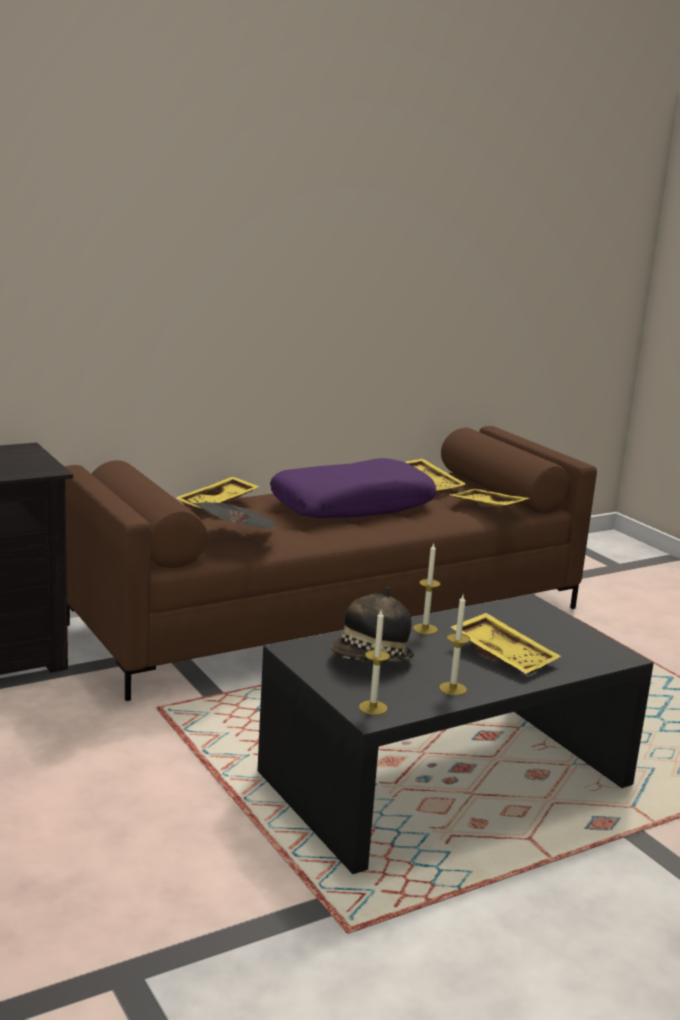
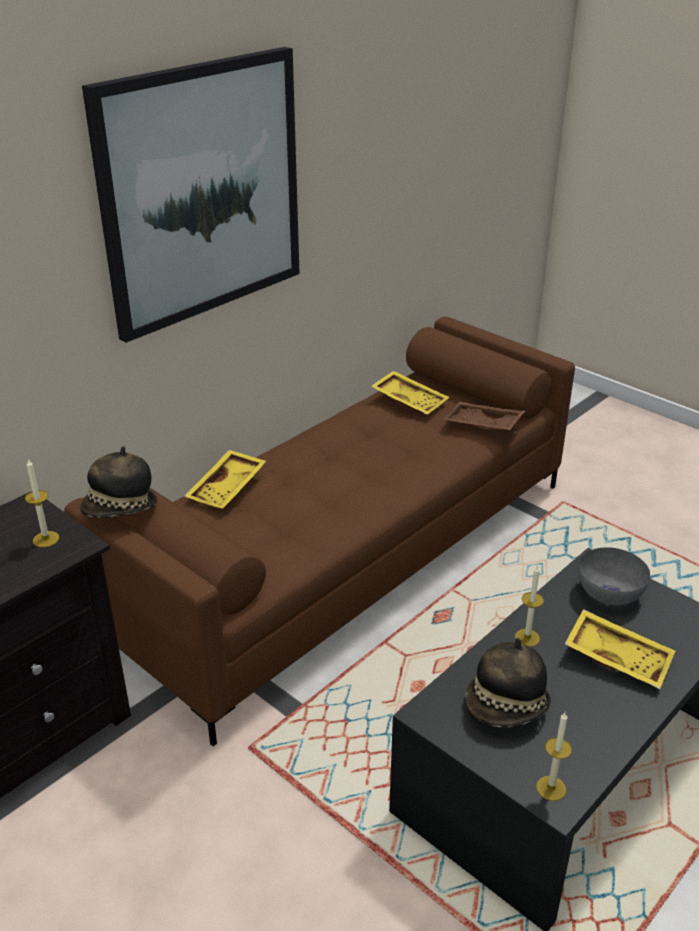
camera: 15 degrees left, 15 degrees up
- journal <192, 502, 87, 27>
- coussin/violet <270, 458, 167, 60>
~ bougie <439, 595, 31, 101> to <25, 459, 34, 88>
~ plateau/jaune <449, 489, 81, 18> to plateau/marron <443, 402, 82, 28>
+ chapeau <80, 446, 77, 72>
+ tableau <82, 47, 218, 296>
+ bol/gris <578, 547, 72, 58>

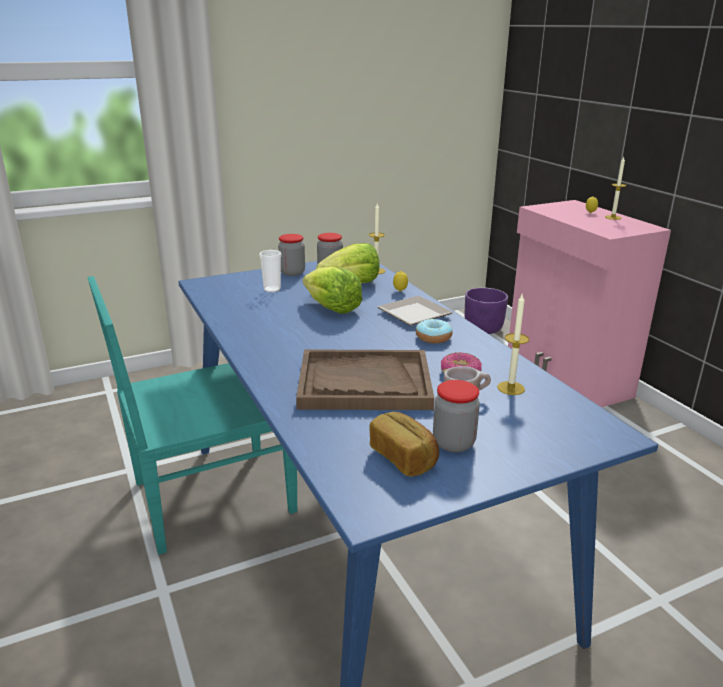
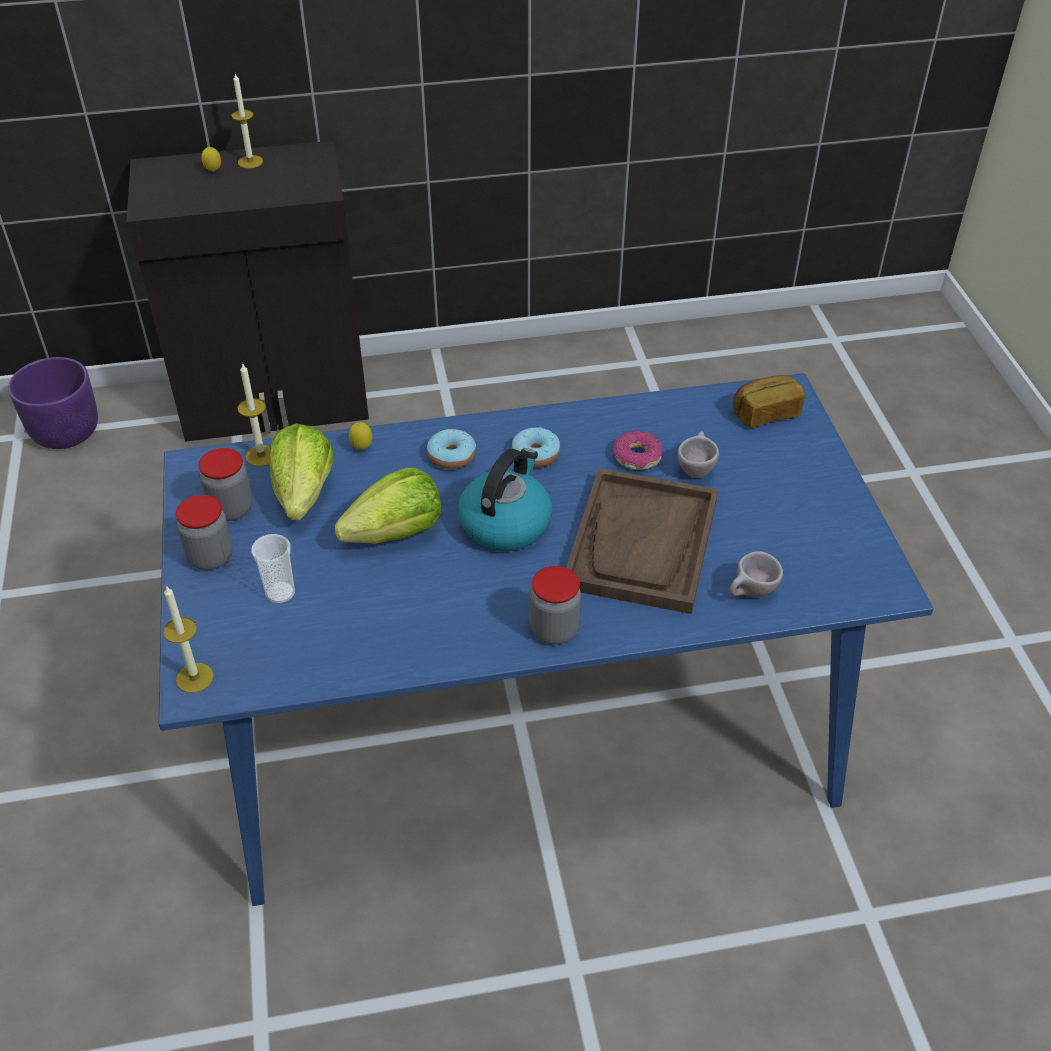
camera: 75 degrees left, 20 degrees up
- chaise/turquoise <88, 276, 209, 279>
~ pain <369, 412, 70, 64> to <733, 375, 72, 53>
~ assiette <377, 296, 76, 29> to beignet <427, 429, 49, 40>
~ bocal <433, 380, 47, 72> to <530, 566, 51, 78>
~ bougie <497, 294, 32, 101> to <163, 585, 51, 108>
~ meuble de rangement/rose <508, 200, 163, 207> to meuble de rangement/noir <127, 141, 242, 301>
+ bouilloire <458, 448, 94, 103>
+ tasse/beige <730, 551, 53, 47>

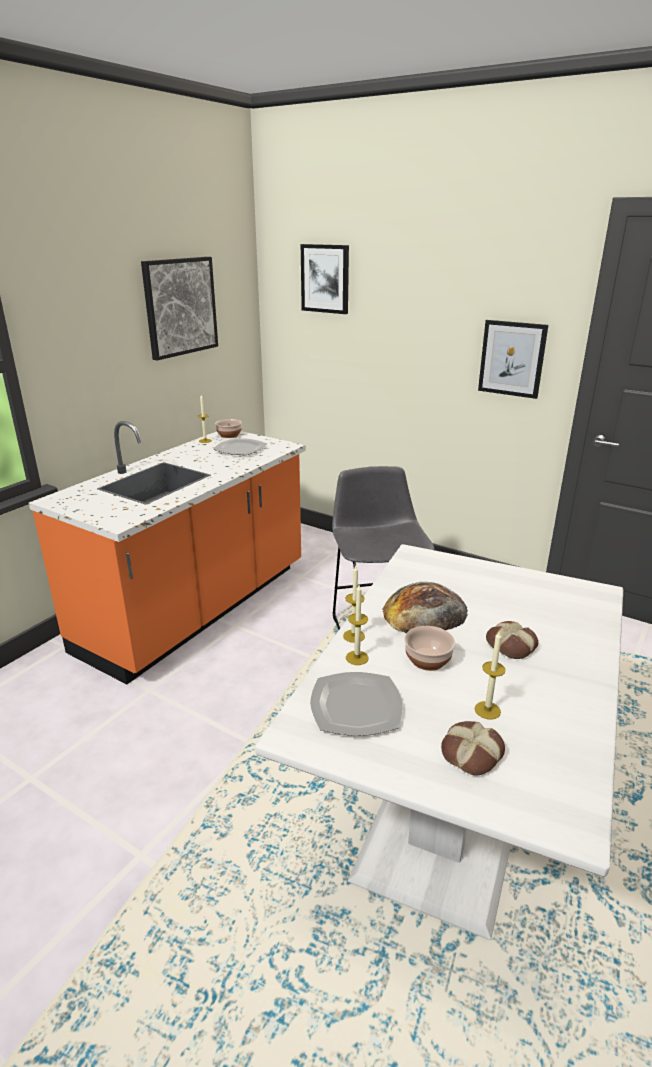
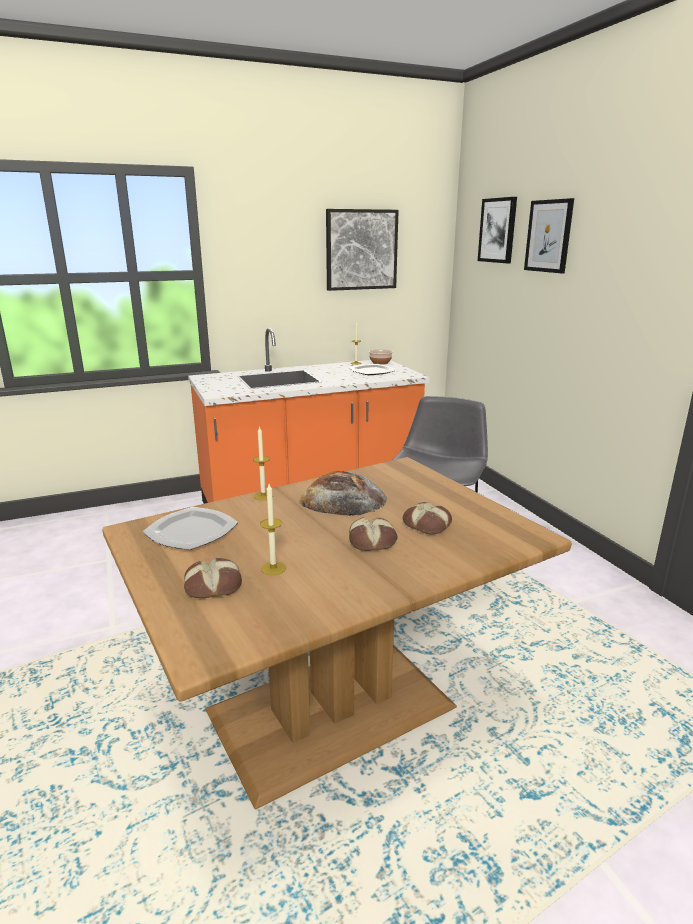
camera: 35 degrees right, 5 degrees down
~ table à manger/blanc <255, 544, 368, 396> to table à manger/marron <102, 457, 470, 353>
- bougie <346, 585, 23, 80>
- bol <404, 626, 51, 45>
~ tableau <478, 320, 70, 79> to <524, 198, 50, 75>
+ pain <403, 502, 49, 32>

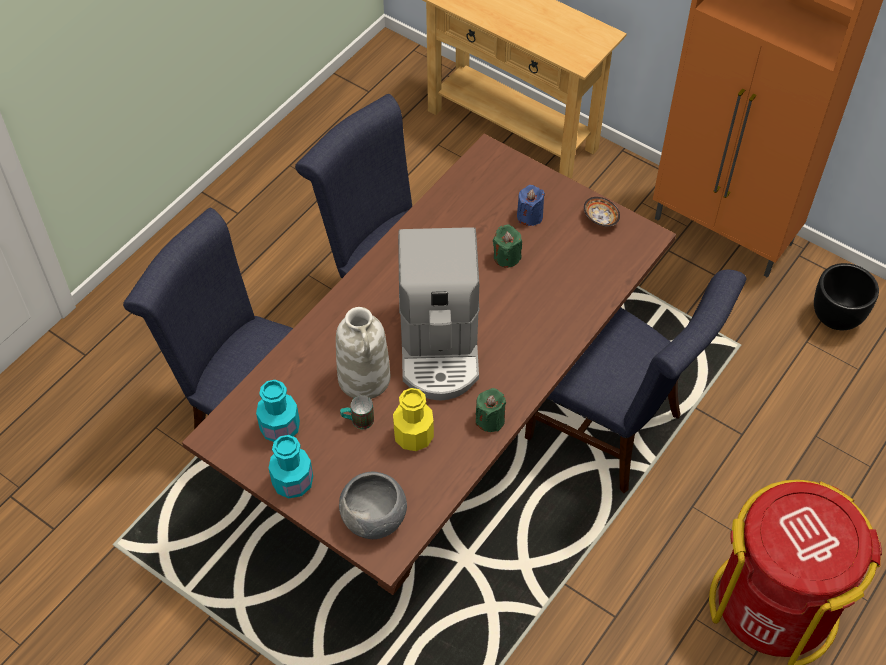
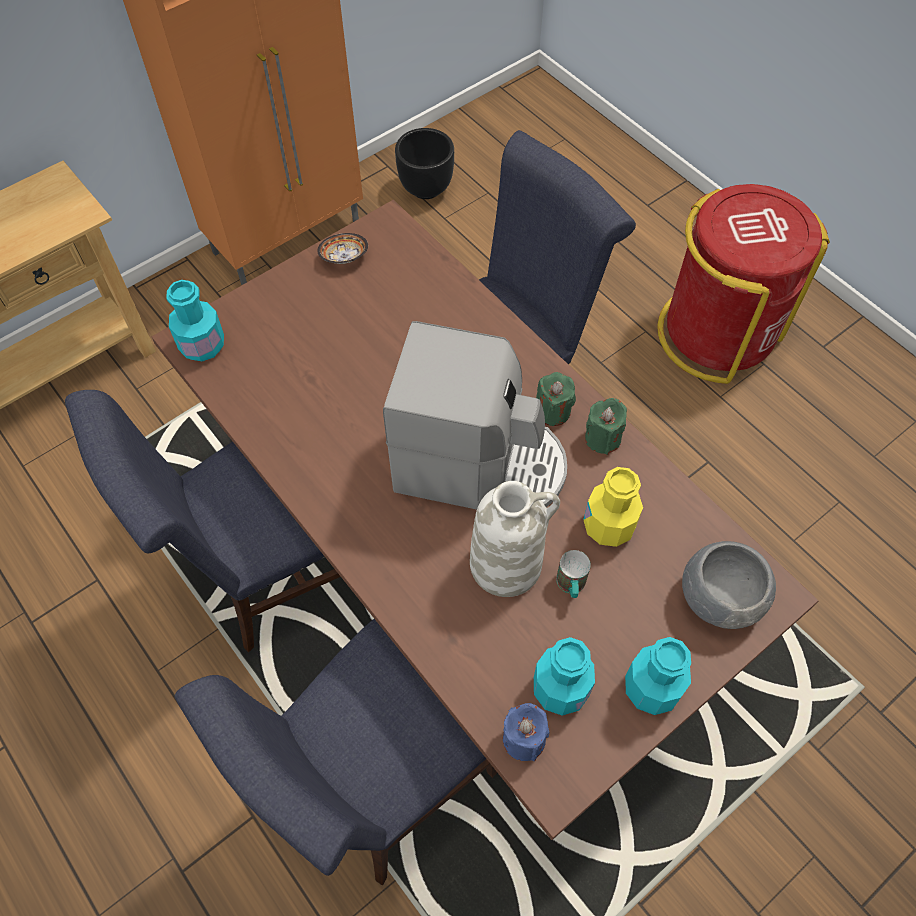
camera: 75 degrees left, 5 degrees up
~ bougie/vert <493, 224, 29, 44> to <536, 372, 40, 54>
~ bougie/bleu <517, 185, 28, 41> to <503, 703, 47, 58>
+ bouteille/turquoise <166, 280, 58, 81>

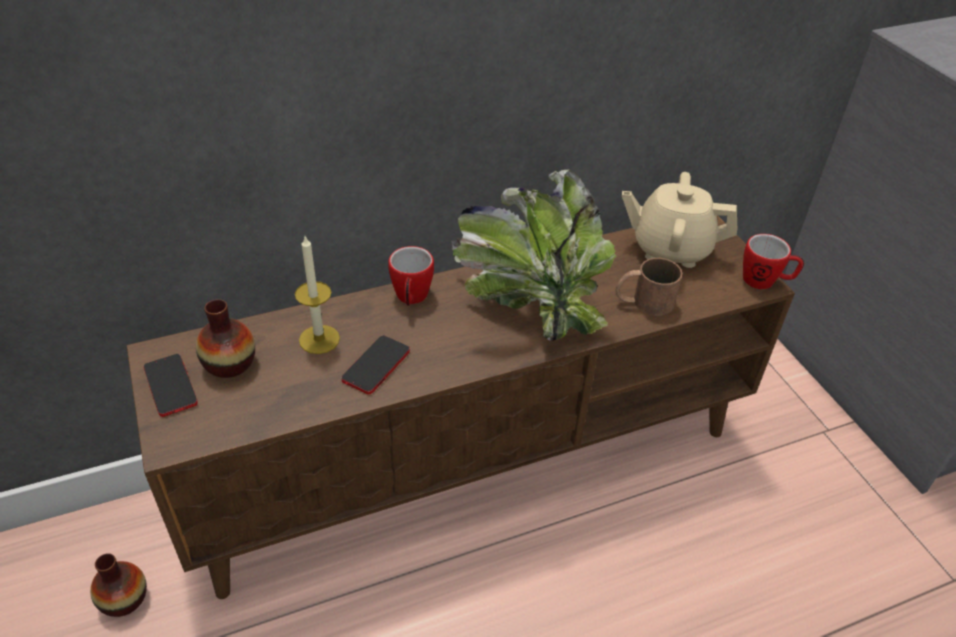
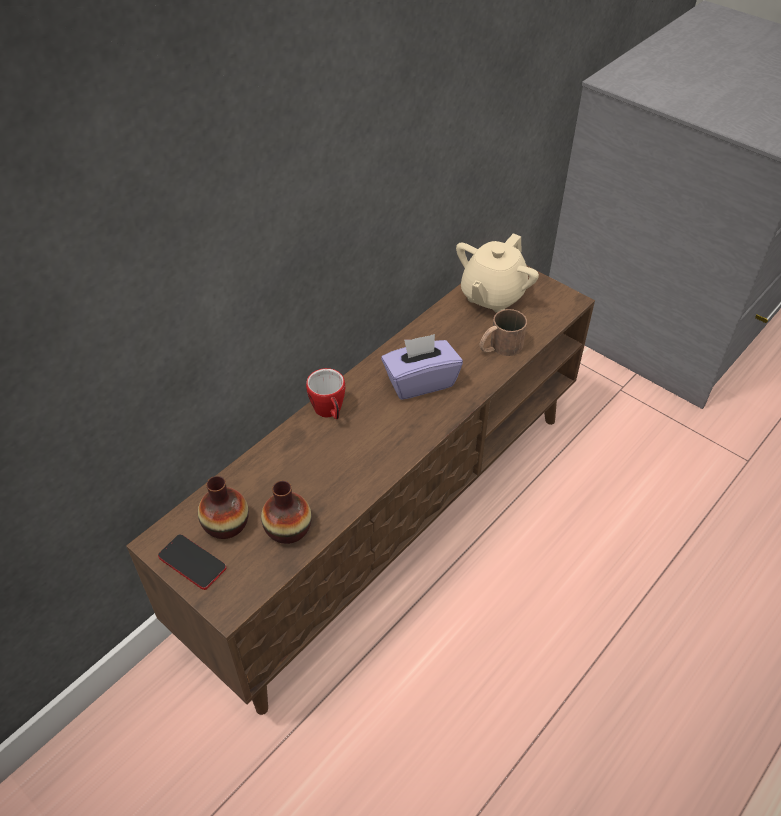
camera: 25 degrees left, 5 degrees up
~ vase <90, 553, 57, 64> to <261, 481, 51, 63>
- bougie <295, 236, 45, 118>
- téléphone <341, 335, 69, 60>
~ plante en pot <451, 170, 165, 171> to boîte à mouchoirs/violet <381, 334, 82, 66>
~ théière/beige <622, 172, 115, 96> = <456, 233, 83, 80> 45 degrees counterclockwise
- mug <743, 234, 61, 55>

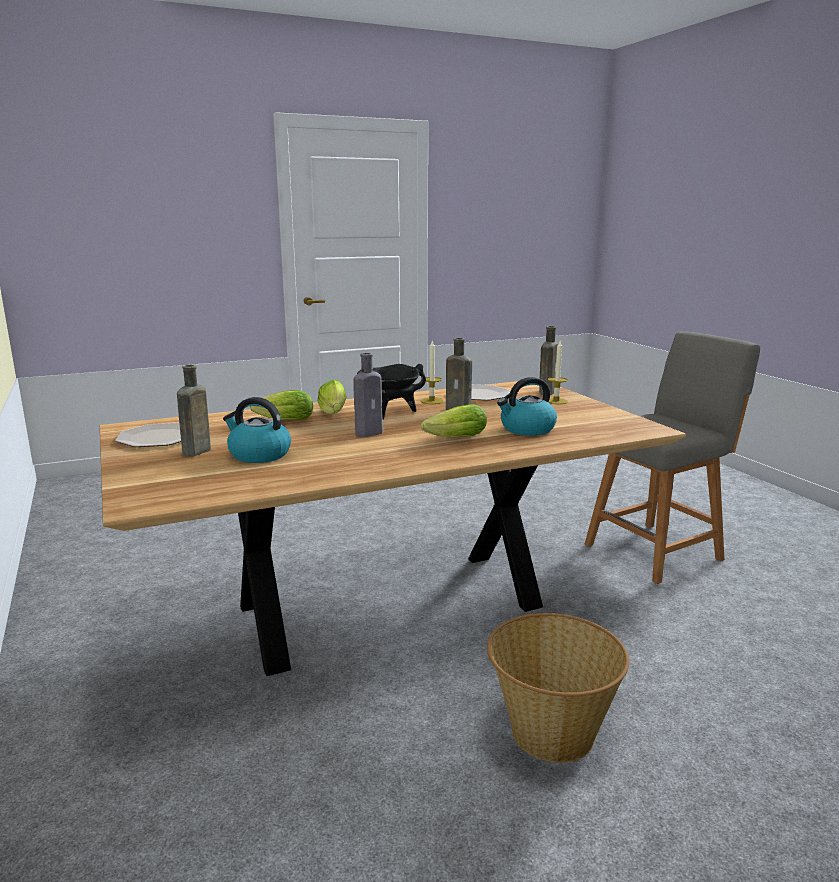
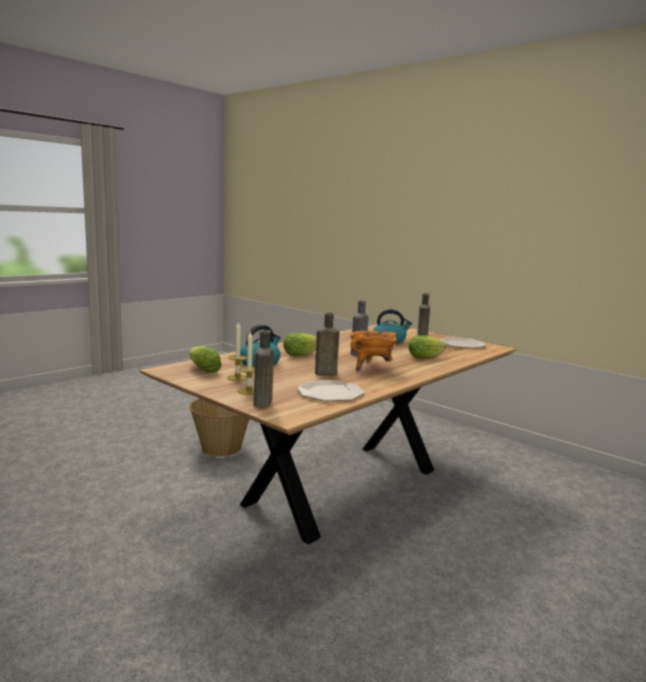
camera: 155 degrees right, 5 degrees down
~ laitue <317, 380, 29, 34> to <189, 346, 33, 27>
~ marmite/noir <357, 364, 69, 56> to marmite/orange <350, 331, 47, 40>
~ bougie <421, 341, 22, 63> to <227, 321, 20, 60>
- chaise/gris <585, 331, 175, 253>

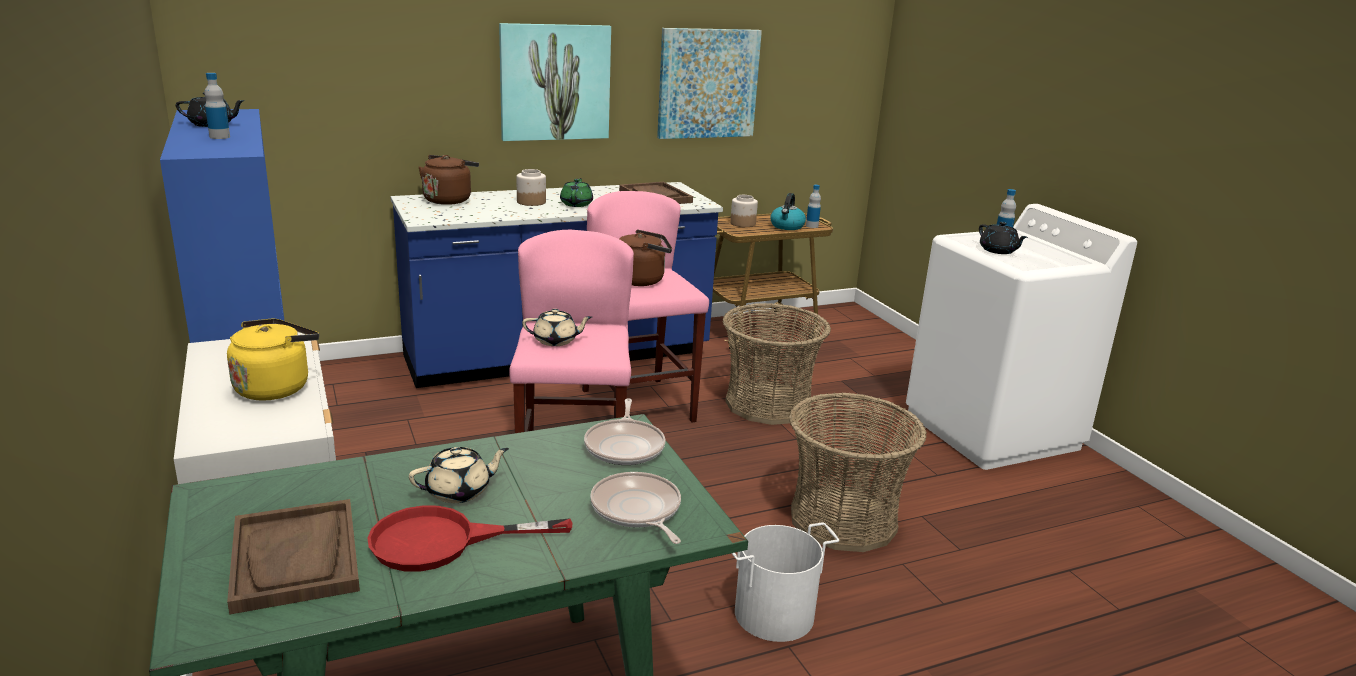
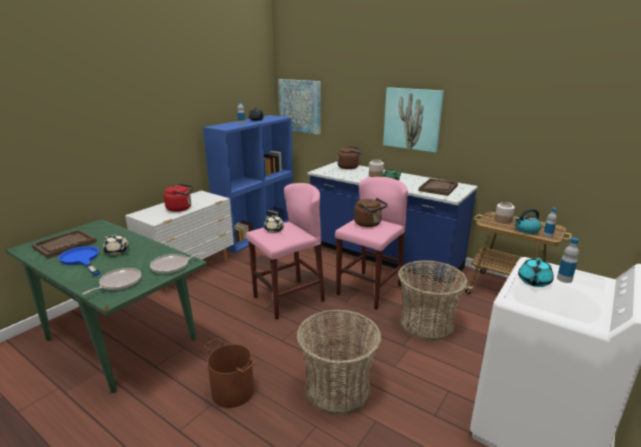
camera: 60 degrees right, 0 degrees up
~ bouilloire/jaune <227, 318, 92, 82> to bouilloire/rouge <164, 183, 29, 29>
~ poêle/rouge <367, 505, 205, 67> to poêle/bleu <58, 246, 42, 30>
~ tableau <657, 28, 105, 111> to <278, 79, 43, 56>
~ seau/blanc <731, 523, 108, 119> to seau/marron <204, 338, 52, 70>
~ théière/noir <979, 222, 49, 32> to théière/turquoise <518, 258, 36, 29>

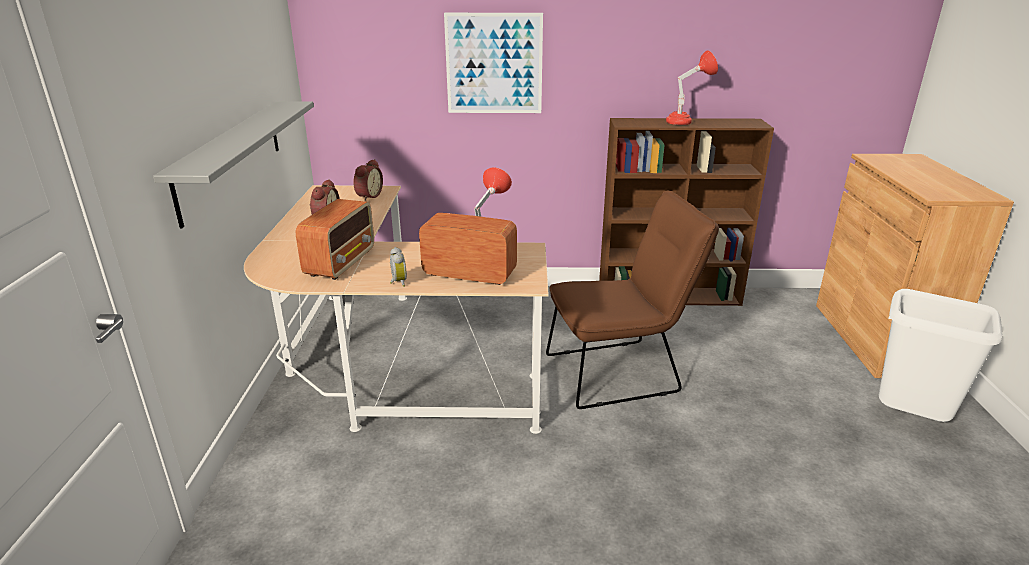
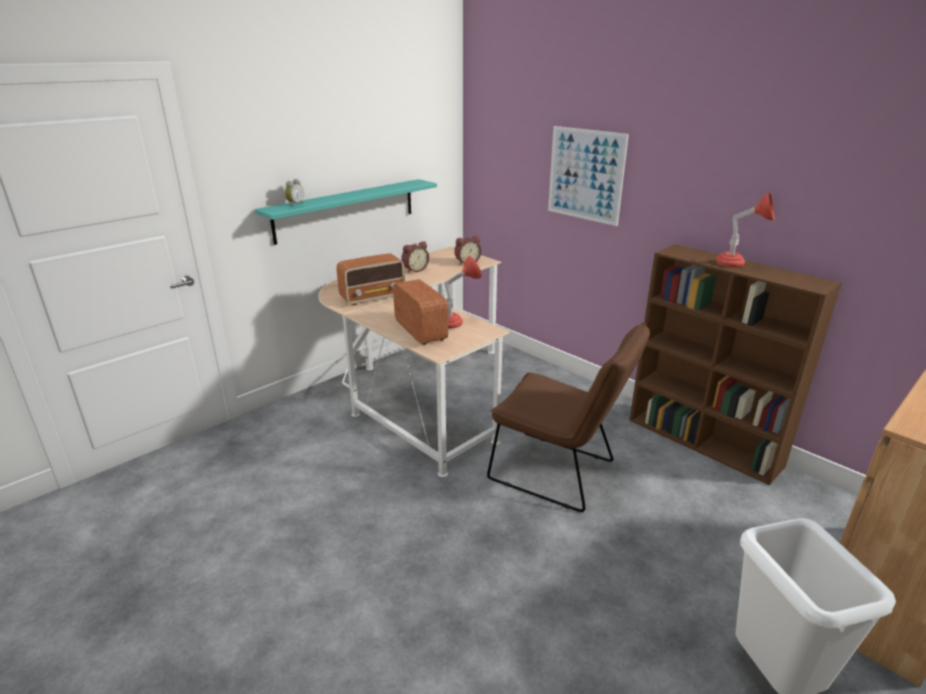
camera: 45 degrees right, 0 degrees up
~ étagère/gris <153, 101, 161, 128> to étagère/turquoise <255, 179, 182, 66>
~ réveil <390, 247, 17, 40> to <285, 179, 19, 28>

